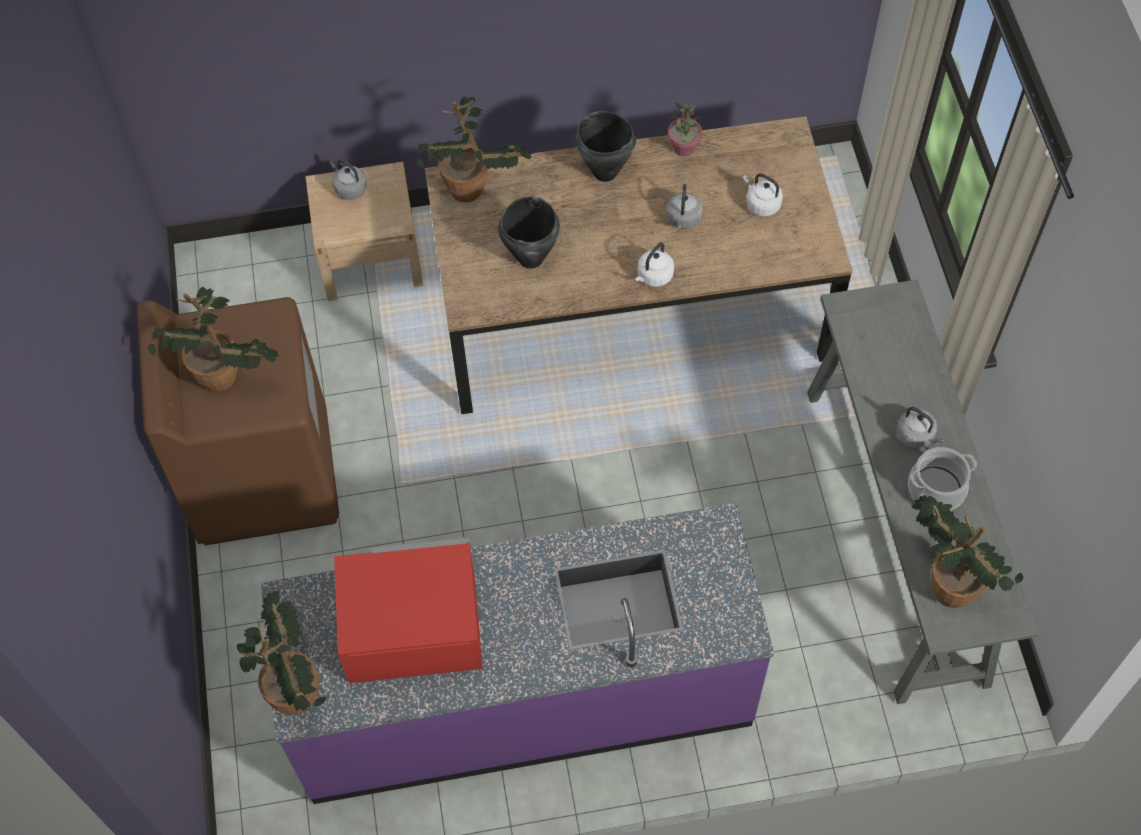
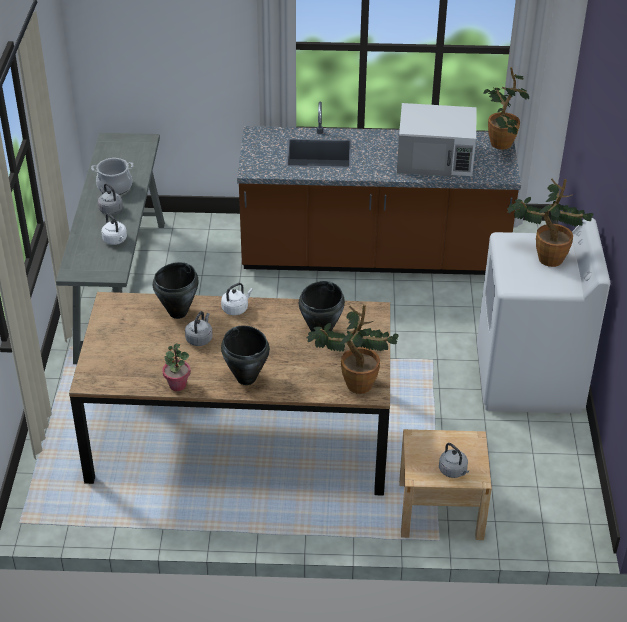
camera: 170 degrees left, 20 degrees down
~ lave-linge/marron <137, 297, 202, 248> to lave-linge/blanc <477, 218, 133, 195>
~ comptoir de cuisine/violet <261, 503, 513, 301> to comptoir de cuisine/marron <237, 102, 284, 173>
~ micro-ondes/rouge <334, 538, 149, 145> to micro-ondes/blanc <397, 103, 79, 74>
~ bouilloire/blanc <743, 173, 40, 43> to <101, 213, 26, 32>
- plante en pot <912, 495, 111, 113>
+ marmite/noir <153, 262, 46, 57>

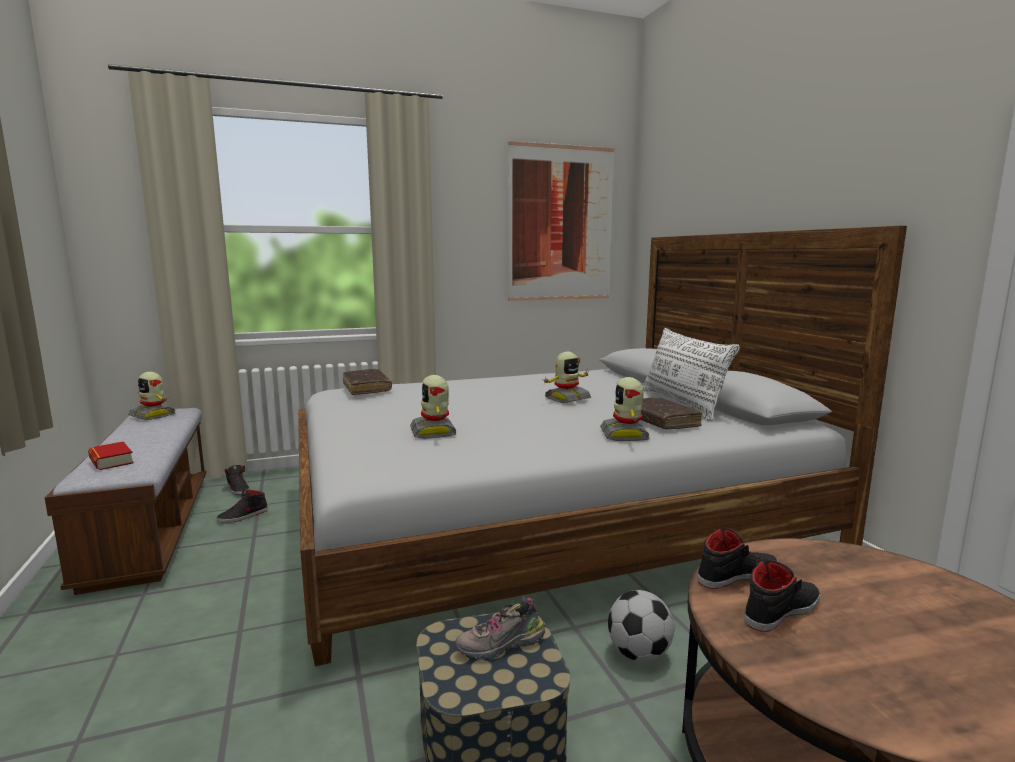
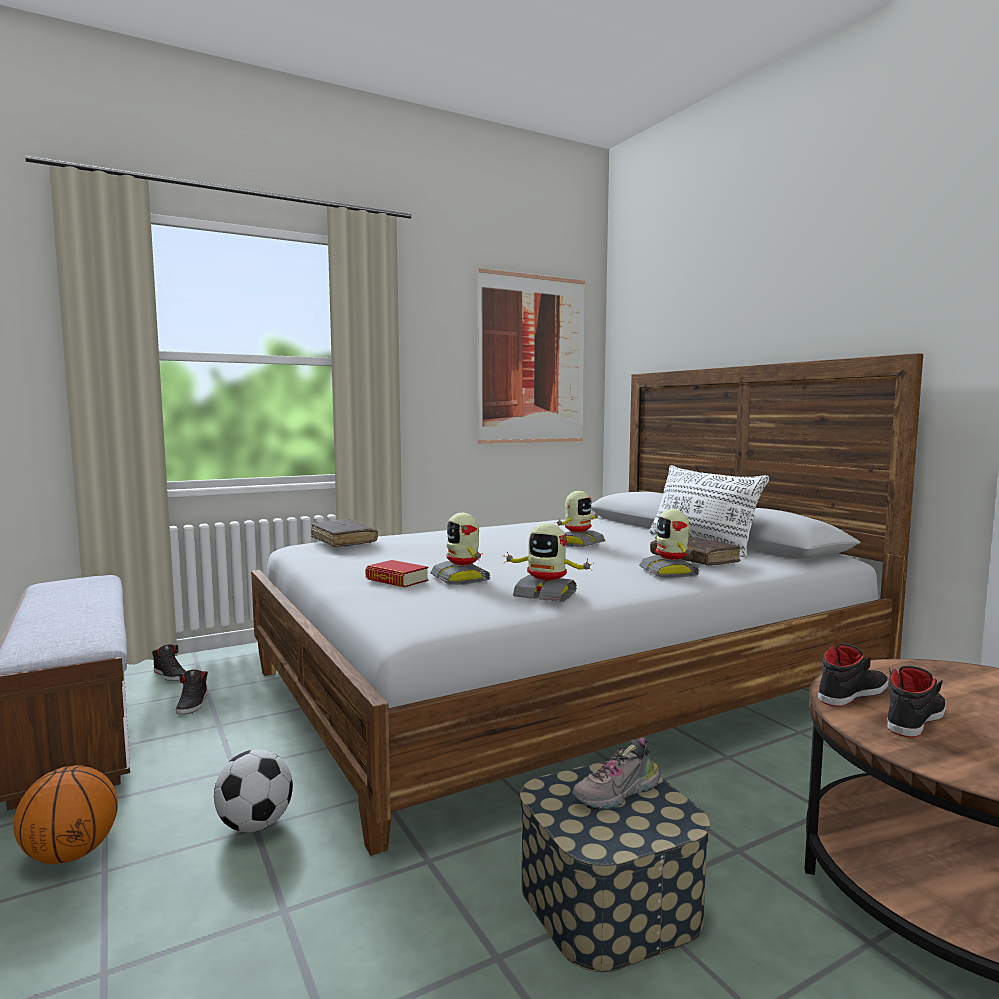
camera: 10 degrees left, 5 degrees down
~ livre <88, 442, 46, 28> to <366, 560, 63, 27>
~ robot jouet <128, 372, 48, 48> to <503, 523, 91, 79>
~ chaussure/noir <216, 489, 52, 34> = <176, 670, 32, 44> 45 degrees counterclockwise
~ ballon de foot <608, 590, 66, 72> to <214, 749, 79, 83>
+ ballon de basket <13, 765, 105, 99>

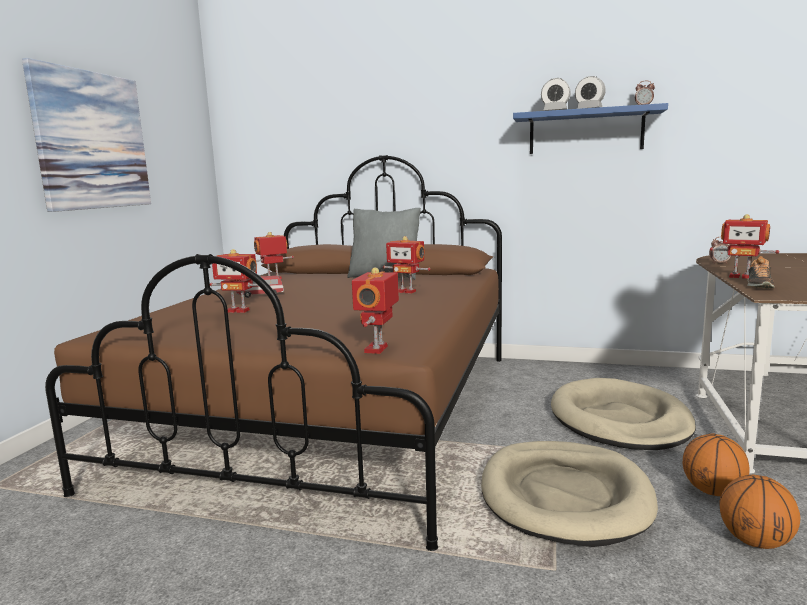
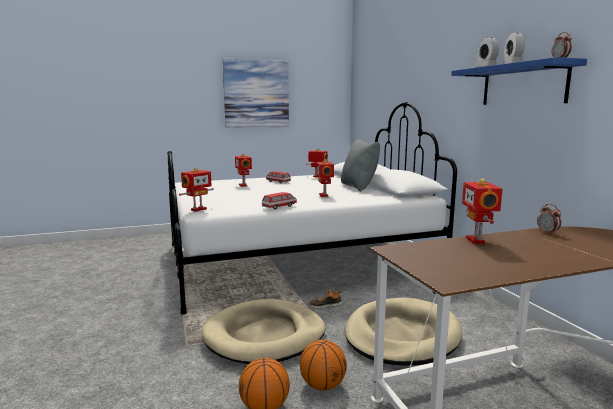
camera: 55 degrees right, 0 degrees up
~ lit/marron <45, 155, 457, 396> to lit/blanc <167, 102, 290, 212>
~ robot jouet <352, 267, 47, 87> = <179, 168, 35, 44> 150 degrees clockwise
~ chaussure <747, 256, 28, 33> to <309, 288, 34, 21>
+ petite voiture <262, 192, 35, 18>

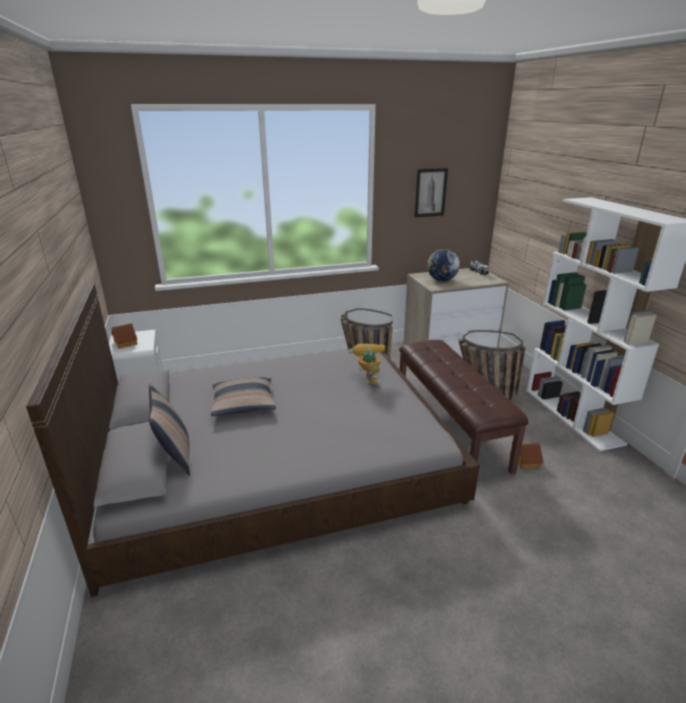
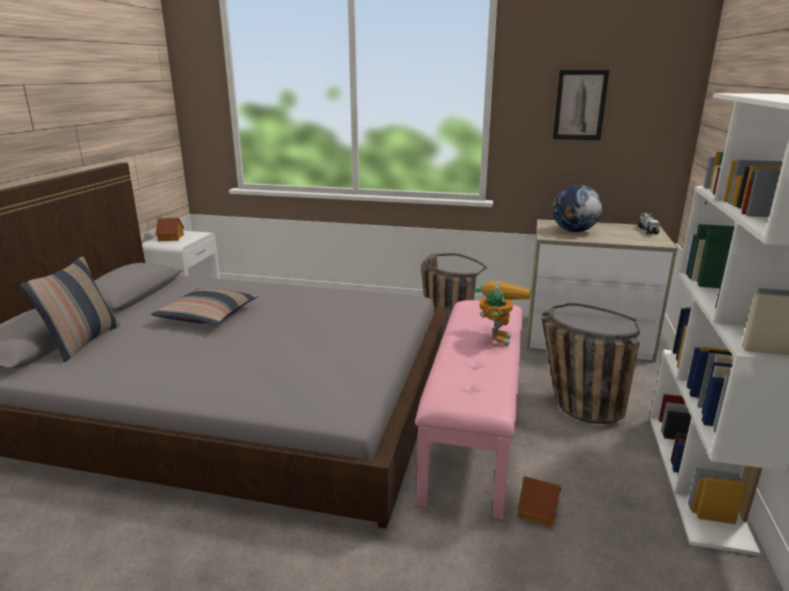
camera: 30 degrees right, 5 degrees down
~ robot jouet <349, 344, 36, 42> to <475, 281, 56, 66>
~ banc/marron <399, 340, 129, 134> to banc/rose <415, 300, 107, 219>

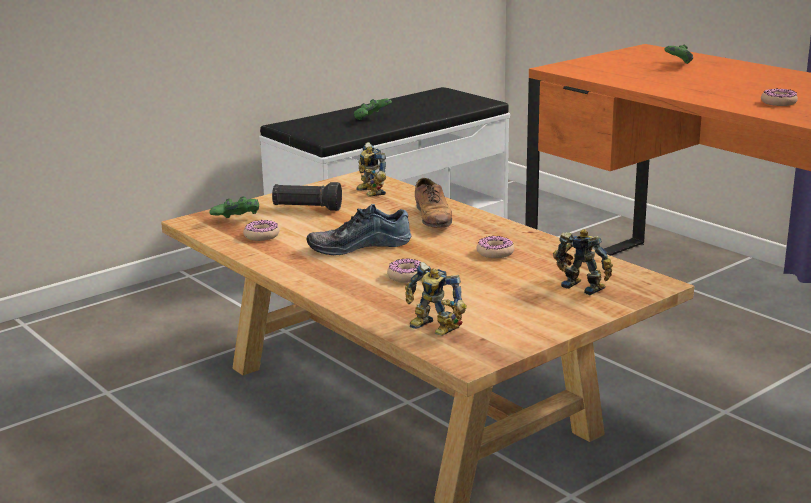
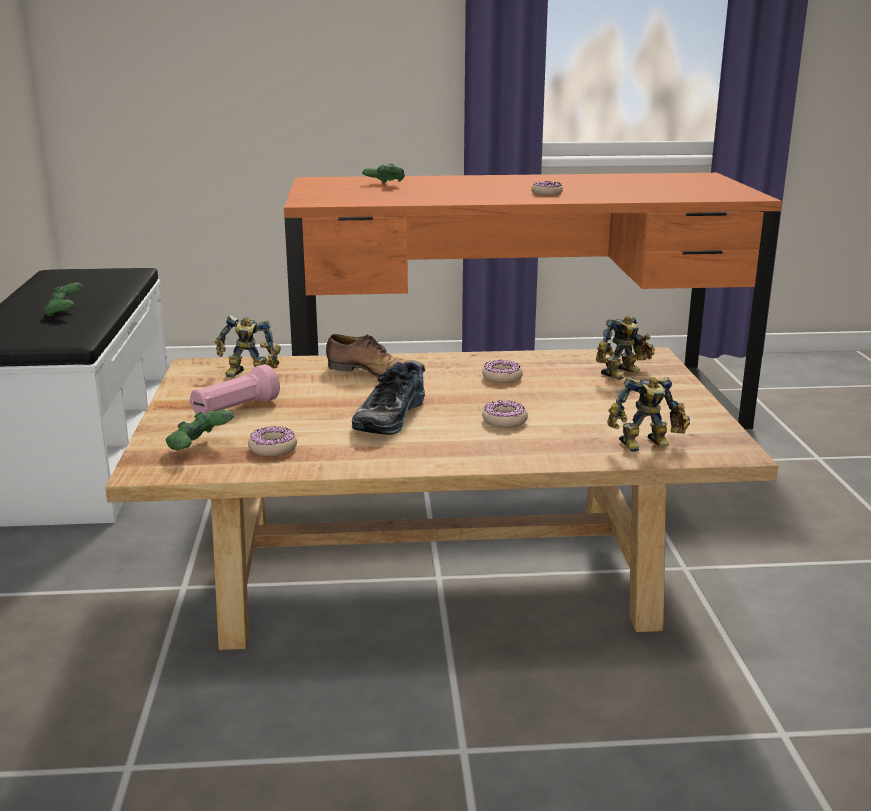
camera: 55 degrees left, 0 degrees up
~ lampe de poche/noir <272, 182, 70, 29> to lampe de poche/rose <189, 364, 91, 50>
~ robot jouet <553, 229, 60, 66> = <596, 315, 59, 65> 150 degrees clockwise

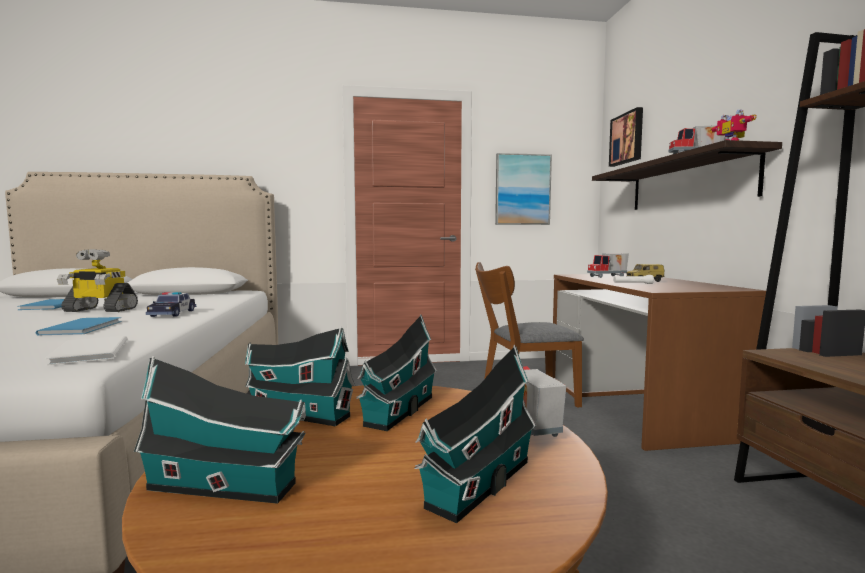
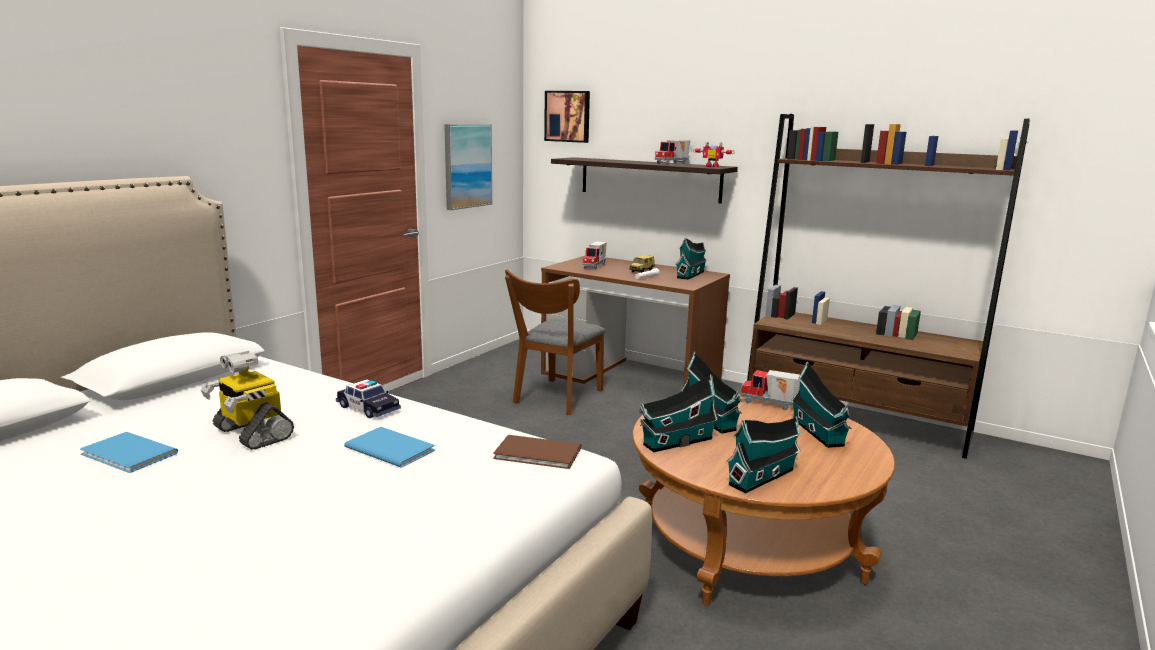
camera: 50 degrees left, 10 degrees up
~ livre/blanc <45, 336, 82, 29> to livre/marron <493, 435, 88, 34>
~ robot jouet <57, 249, 81, 63> = <201, 351, 93, 99> 90 degrees clockwise
+ maison miniature <675, 238, 32, 42>

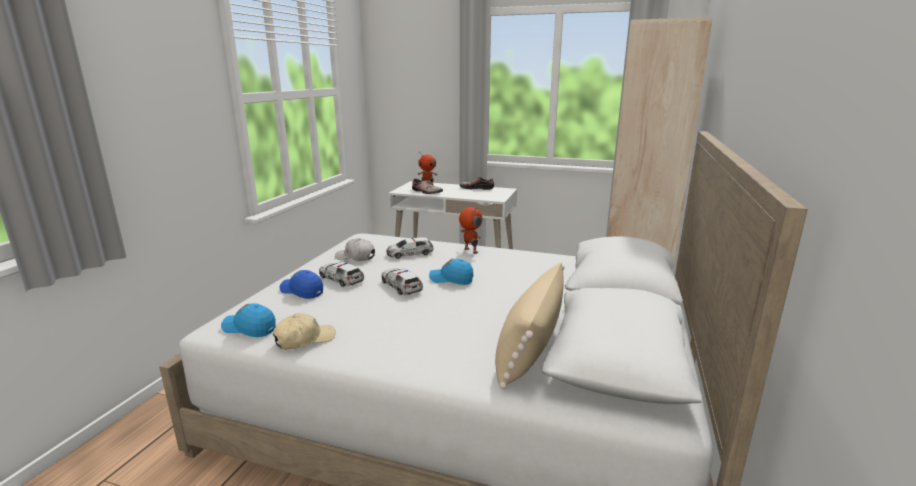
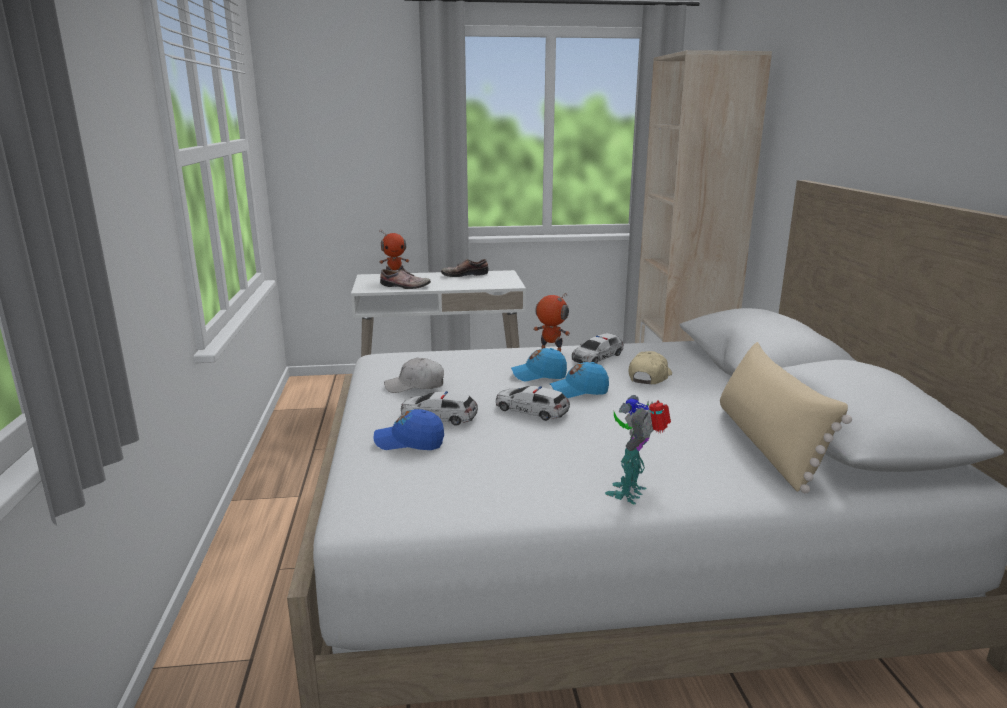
camera: 25 degrees left, 0 degrees up
~ casquette/bleu <221, 303, 55, 34> to <511, 348, 56, 33>
~ casquette/beige <273, 313, 62, 37> to <629, 351, 43, 33>
~ petite voiture <387, 237, 46, 22> to <572, 333, 52, 31>
+ robot jouet <605, 395, 66, 109>

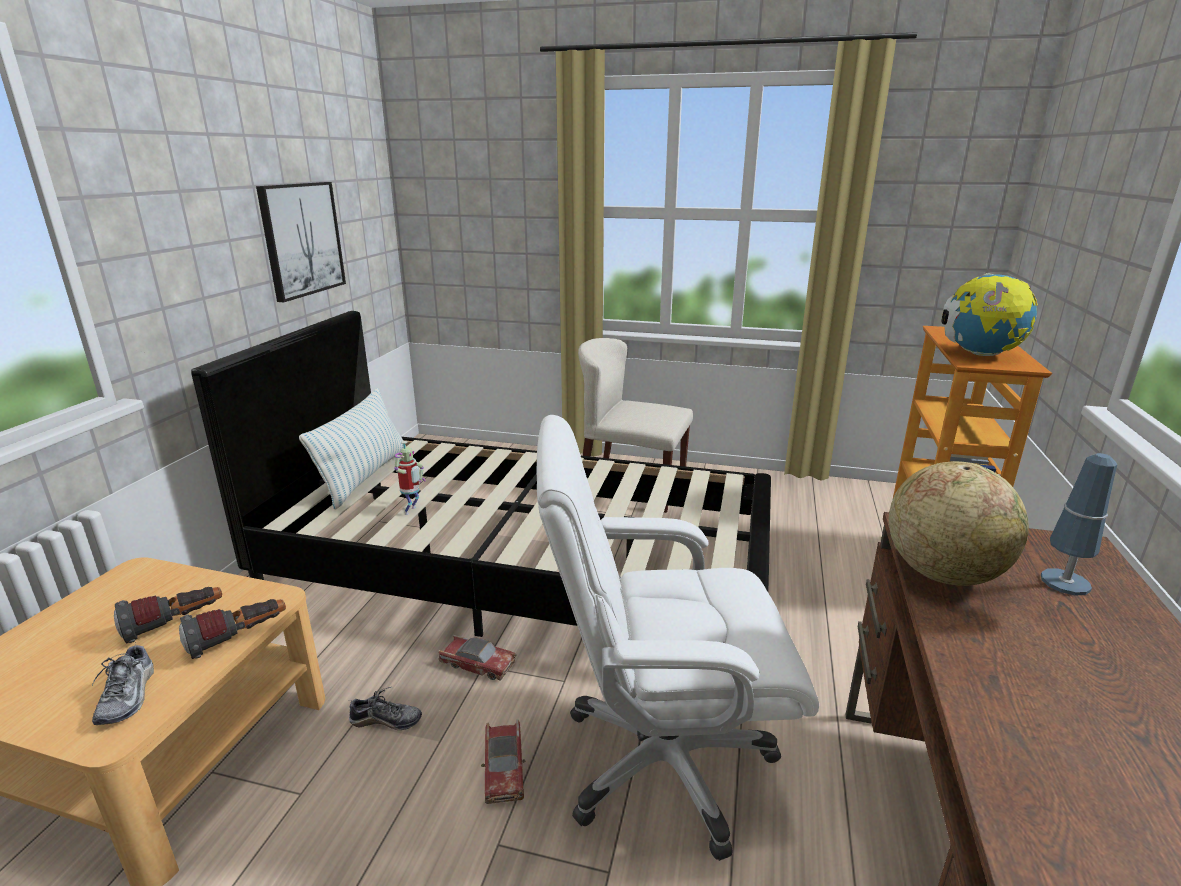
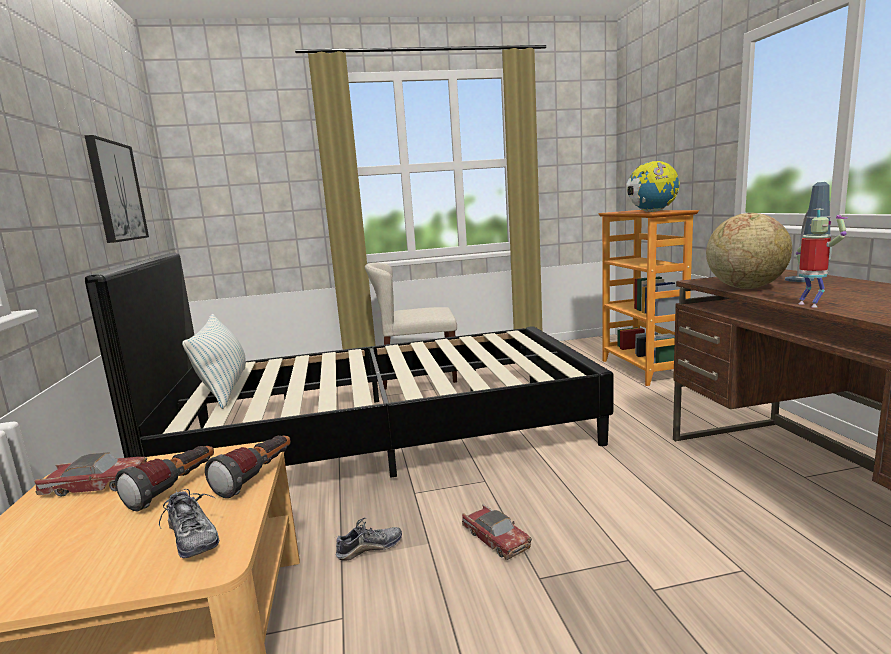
camera: 25 degrees left, 10 degrees down
~ robot jouet <394, 441, 32, 74> to <796, 209, 52, 99>
~ petite voiture <438, 635, 79, 46> to <34, 452, 113, 44>
- chaise de bureau/blanc <537, 415, 282, 446>

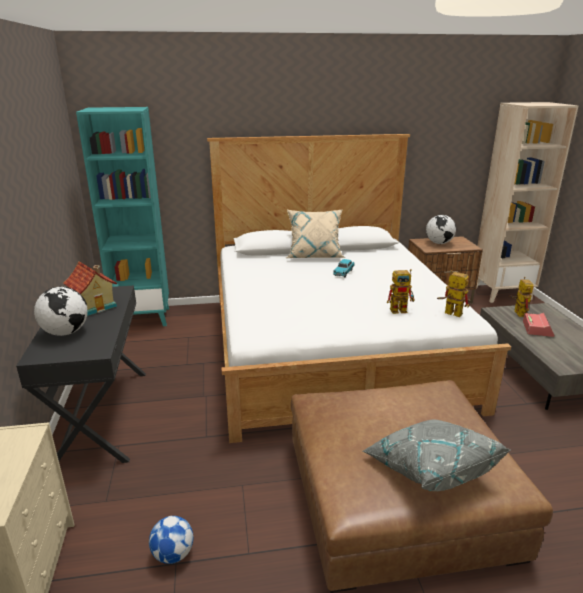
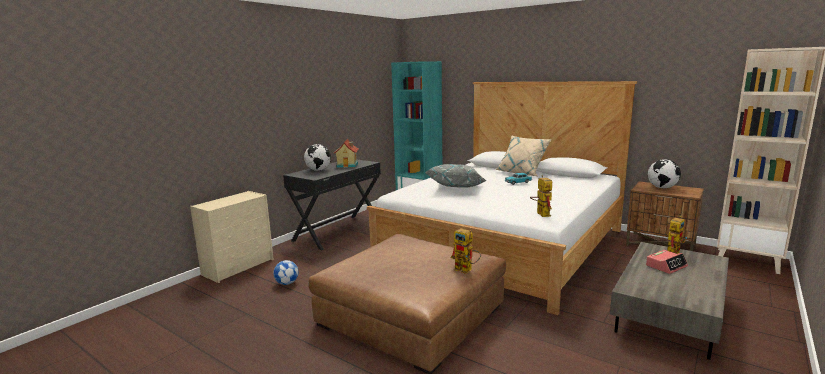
camera: 45 degrees right, 10 degrees down
~ coussin/gris <363, 420, 147, 71> to <425, 164, 61, 24>
~ robot jouet <387, 269, 28, 45> to <451, 228, 30, 46>

